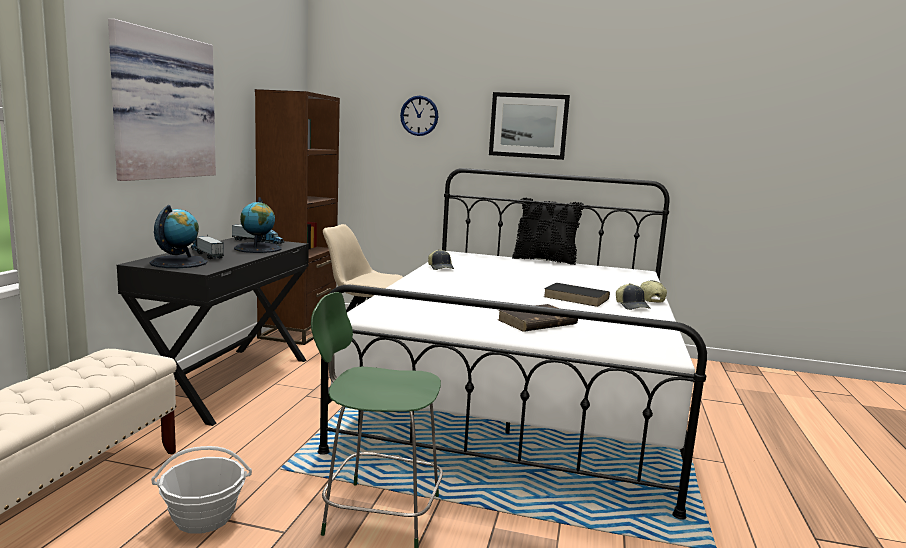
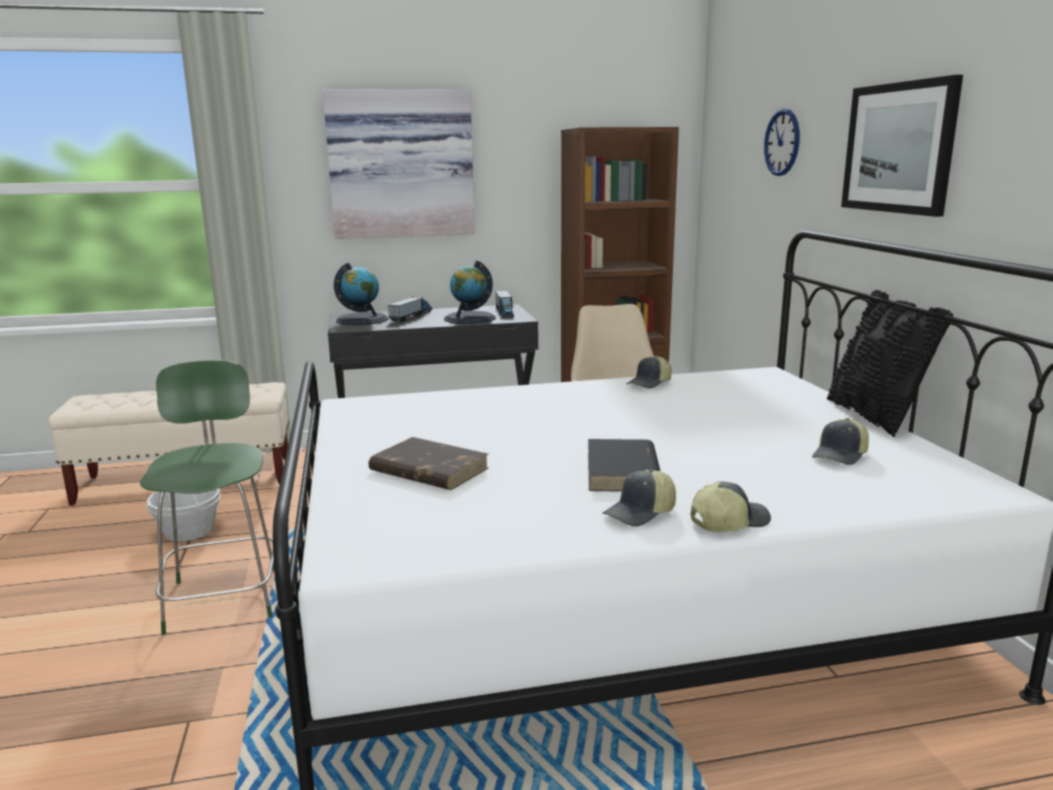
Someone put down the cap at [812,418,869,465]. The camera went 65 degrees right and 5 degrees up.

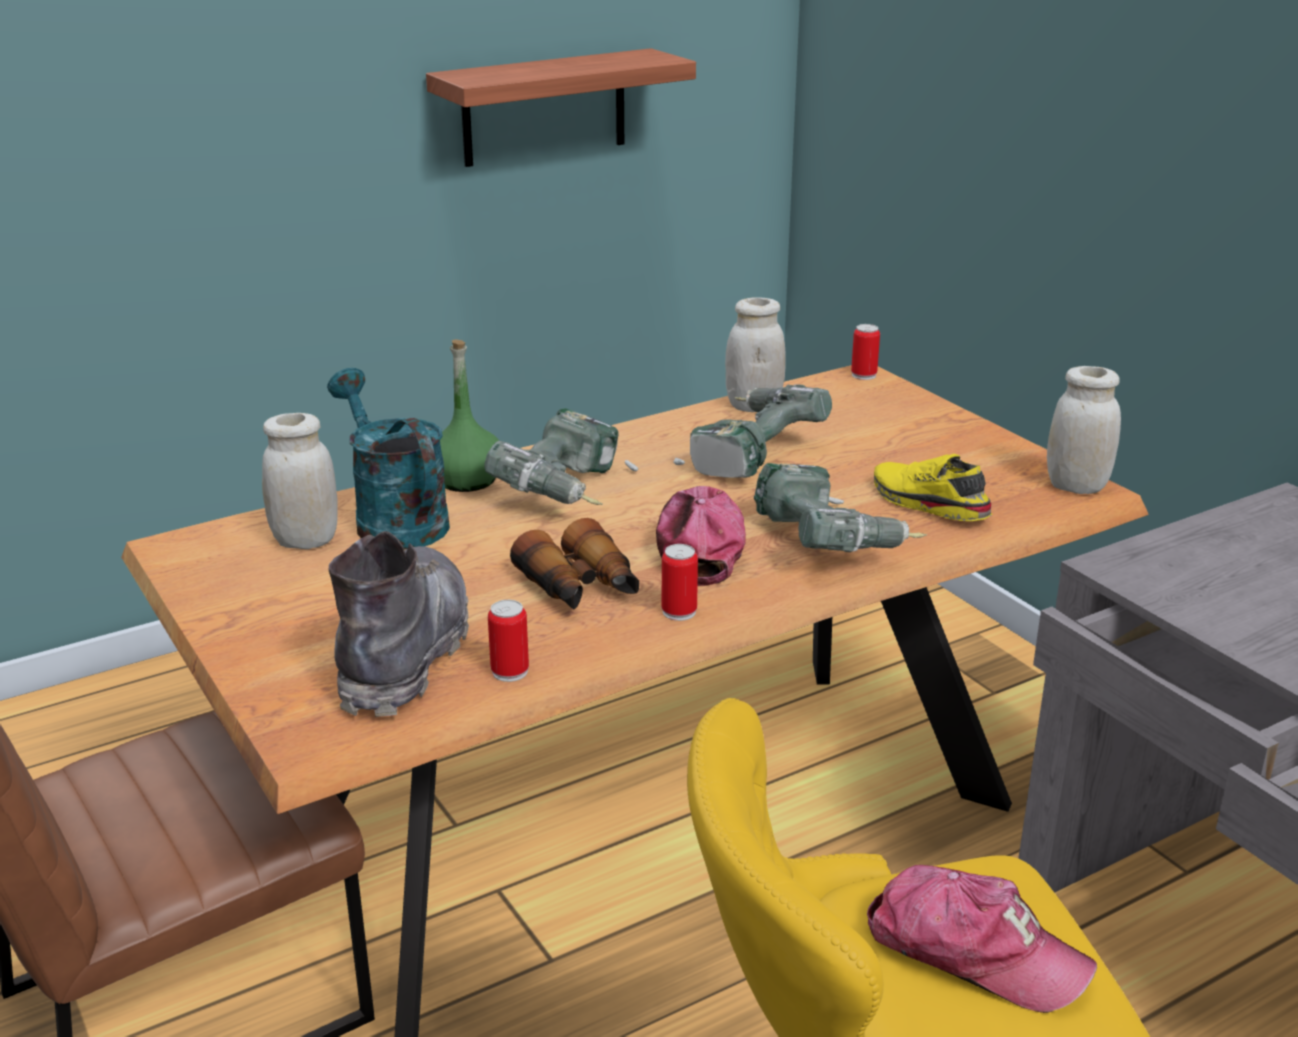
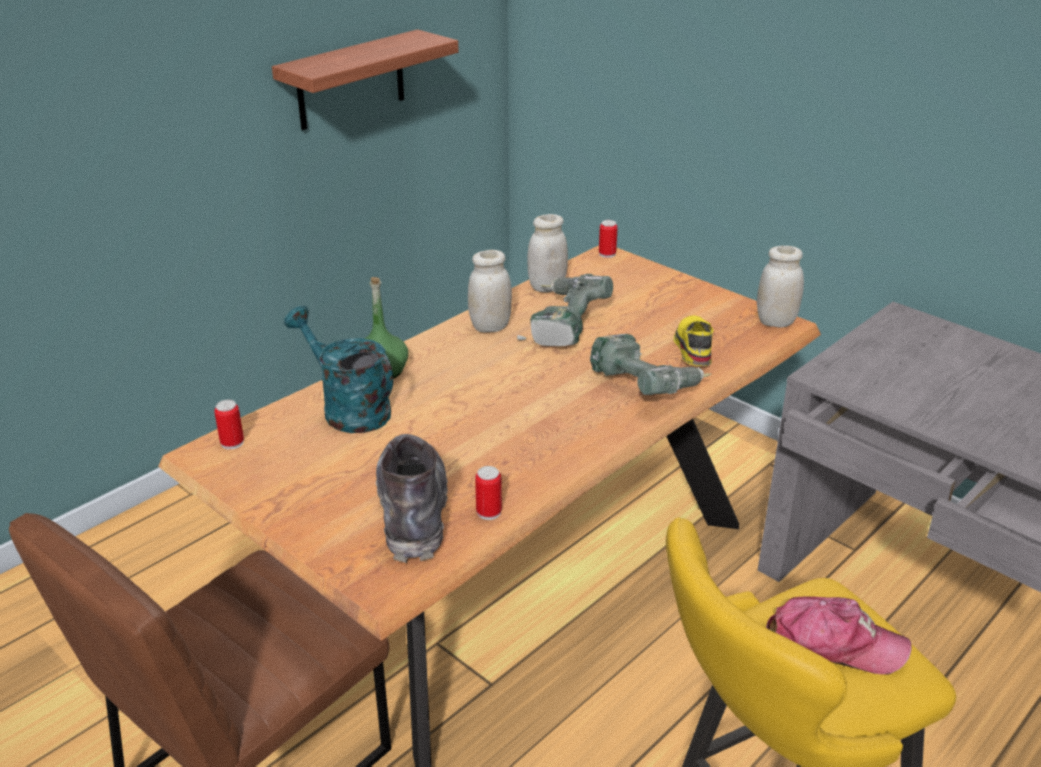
Someone took away the power drill at [484,408,638,505]. Someone carried the white jar from [262,413,338,549] to [468,250,512,332]. Someone rotated the yellow shoe at [874,454,992,521] by 60 degrees clockwise. Someone took away the cap at [656,486,746,586]. Someone took away the binoculars at [510,518,639,609]. Someone carried the can from [662,544,698,621] to [214,400,244,450]. The camera went 15 degrees left and 5 degrees up.

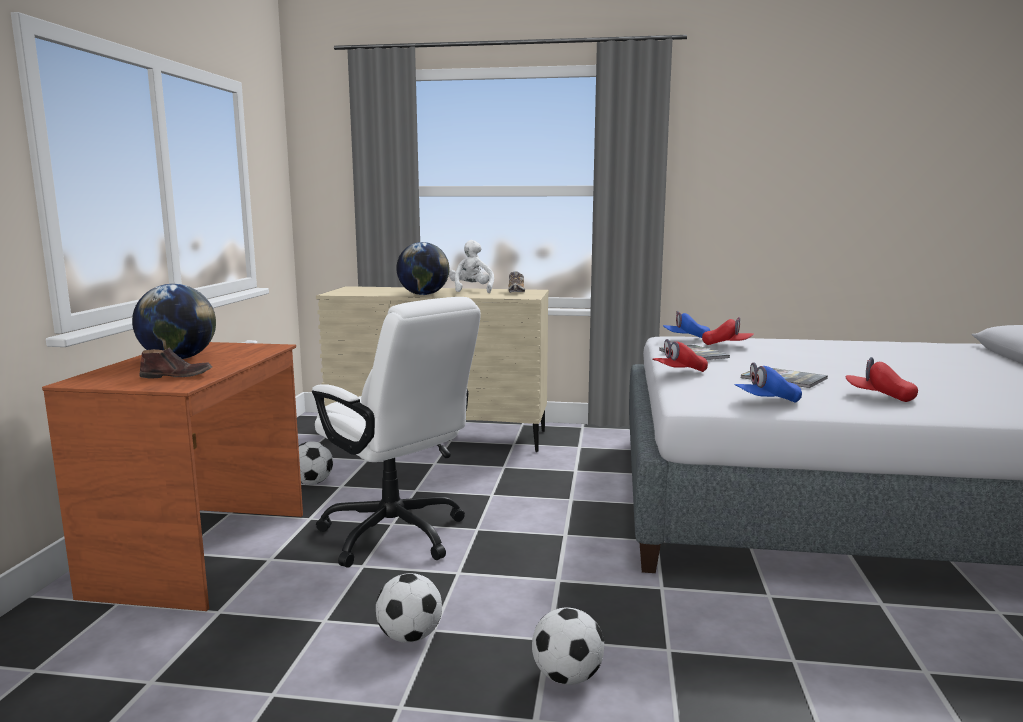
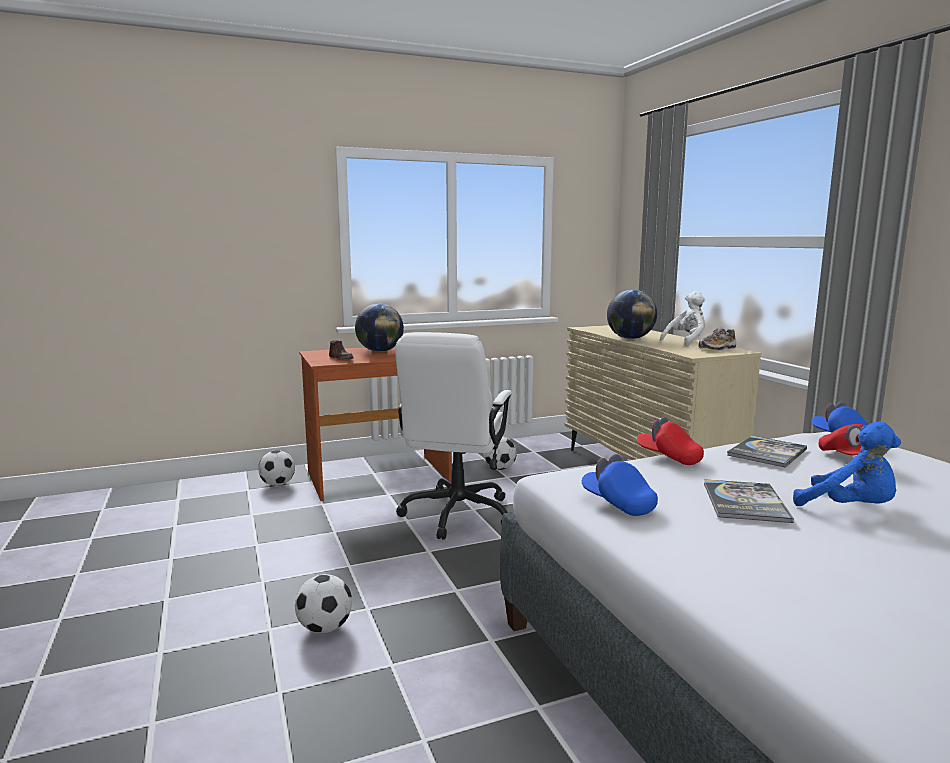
Someone took away the red cap at [846,357,918,402]. Someone carried the football from [376,573,442,643] to [258,450,295,486]. Someone put down the blue plush toy at [793,422,901,506]. The camera went 60 degrees right and 0 degrees up.

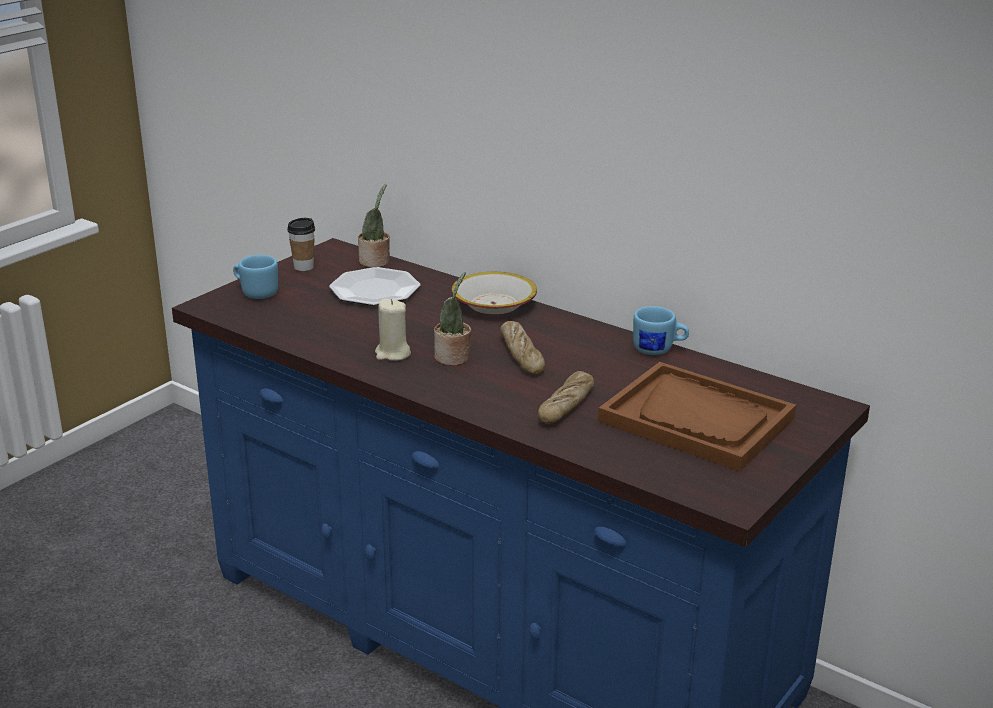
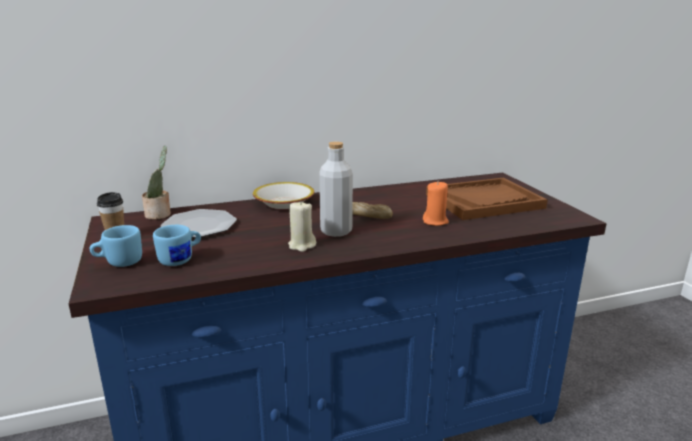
Someone swapped the potted plant at [434,272,471,365] for the grey bottle at [319,142,353,237]. Someone carried the blue mug from [633,306,689,355] to [153,225,201,266]. Someone swapped the bread at [538,371,594,424] for the orange candle at [423,181,449,226]. The camera went 55 degrees left and 5 degrees down.

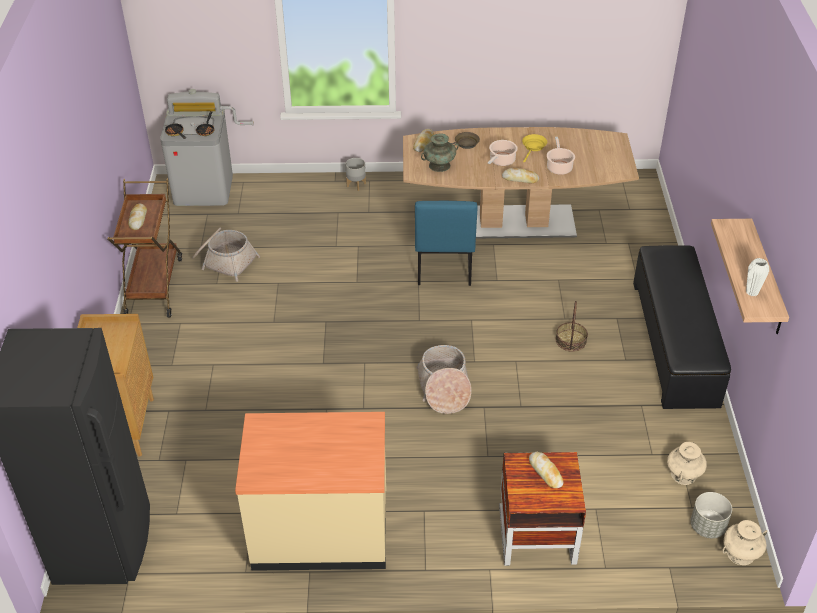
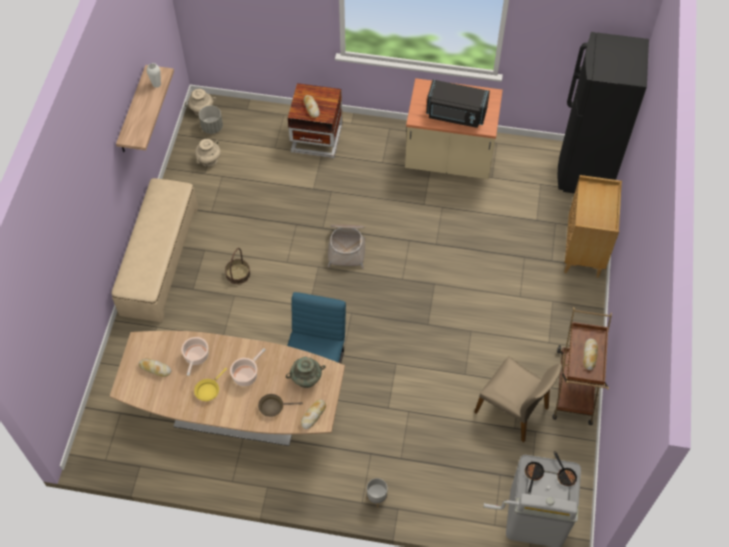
Someone carried the bread from [502,168,539,183] to [139,358,172,377]. Someone swapped the basket at [192,228,260,282] for the beige chair at [474,357,562,442]. Someone repainted the black bench at [633,245,731,409], which became the beige bench at [111,178,198,322]. Someone put down the black microwave at [426,80,490,128]. The camera went 170 degrees left and 15 degrees up.

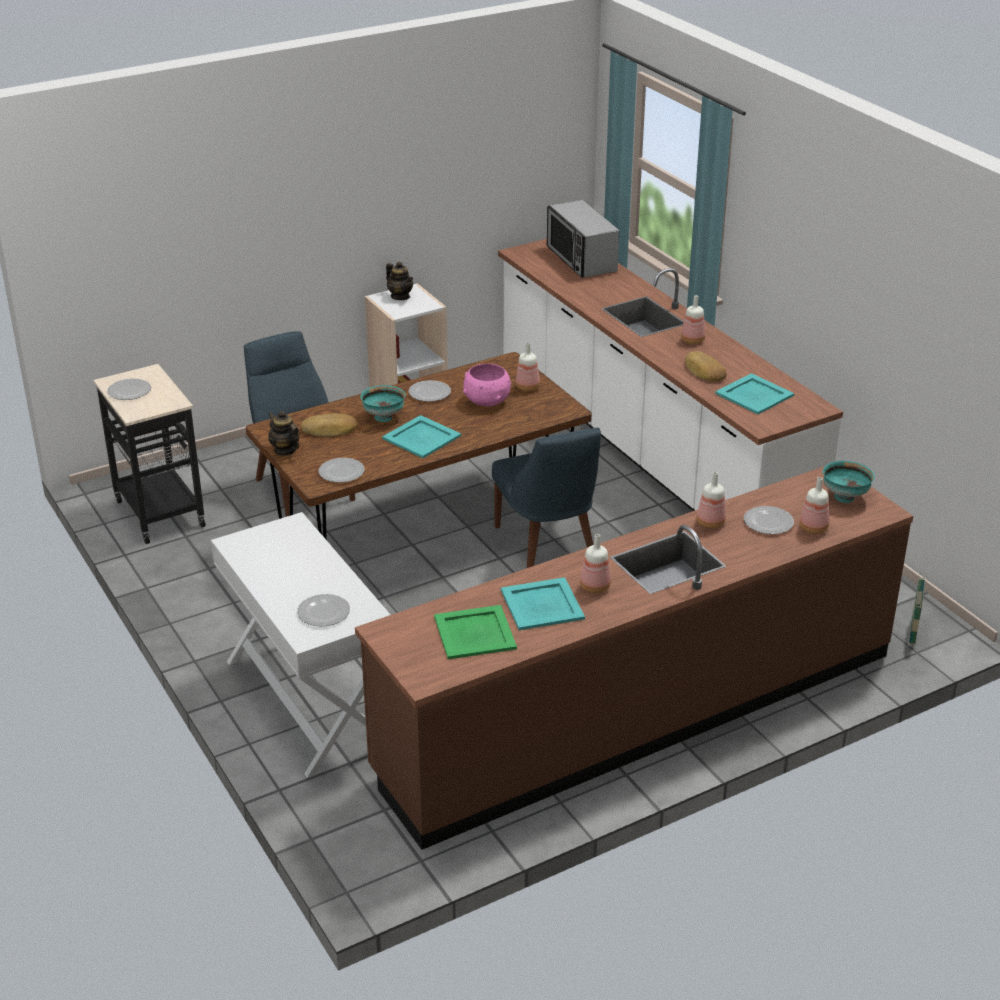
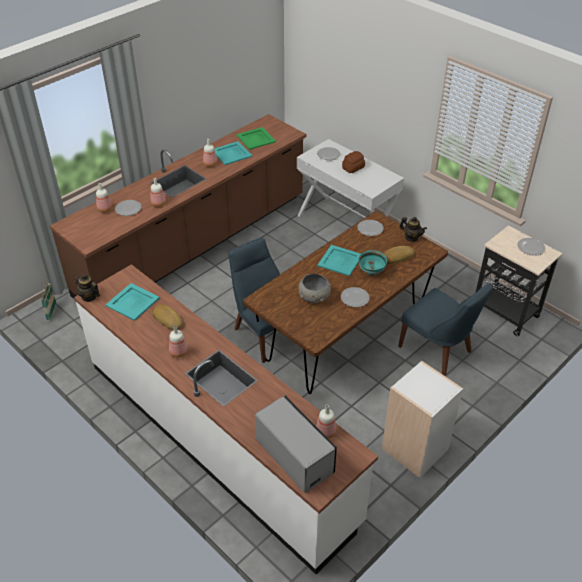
Someone carried the teapot from [386,262,413,300] to [74,274,100,302]. Someone carried the bottle from [516,342,540,391] to [316,405,336,439]. Someone repainted the pink bowl at [463,364,511,406], which became the grey bowl at [299,273,331,303]. Someone took away the turquoise bowl at [823,461,875,503]. Someone put down the bread at [342,151,365,173]. The camera went 165 degrees right and 10 degrees up.

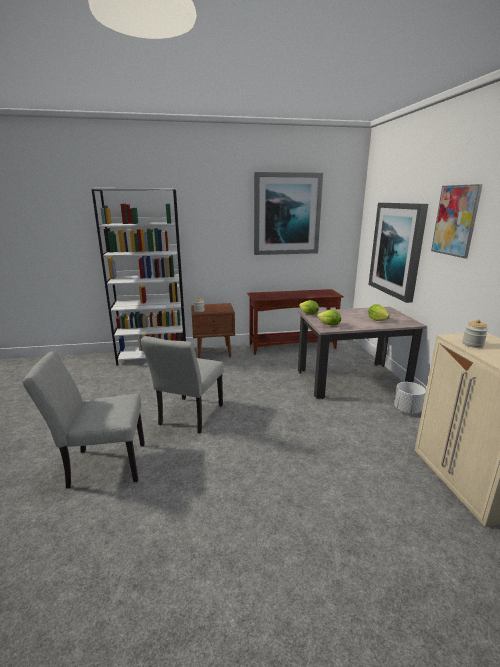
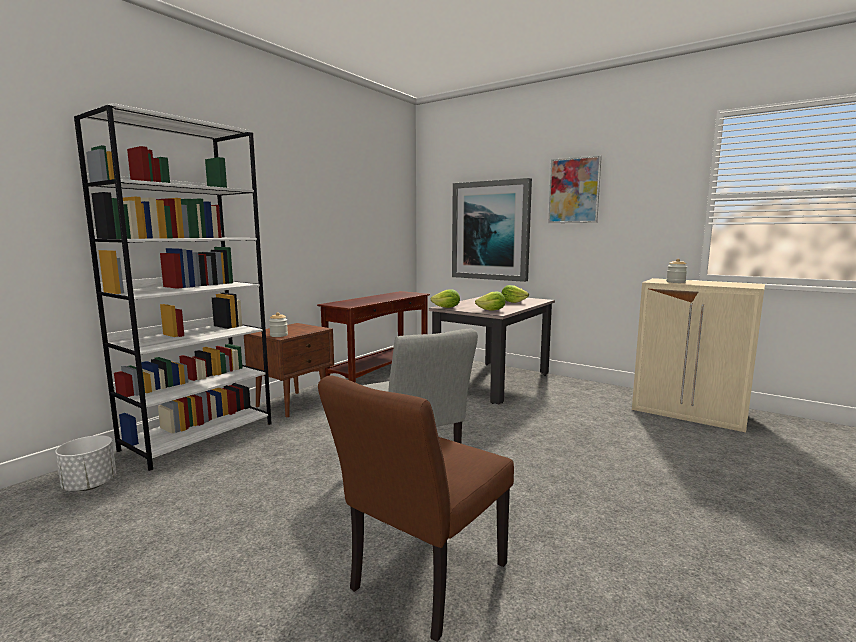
Someone took away the picture at [254,172,323,255]. Someone repainted the grey chair at [22,351,145,488], which became the brown chair at [318,375,514,642]. Someone carried the white planter from [394,382,426,414] to [55,435,116,491]. The camera went 45 degrees left and 10 degrees down.

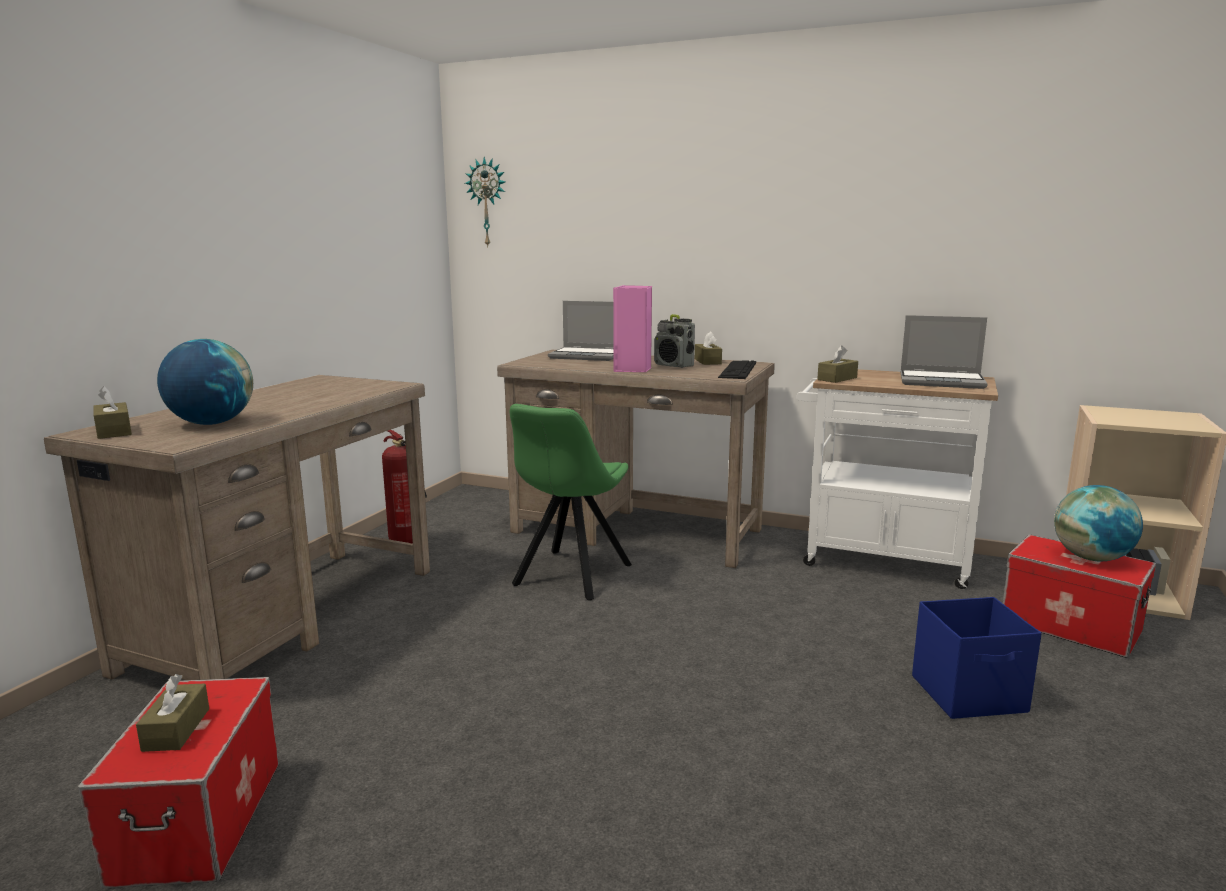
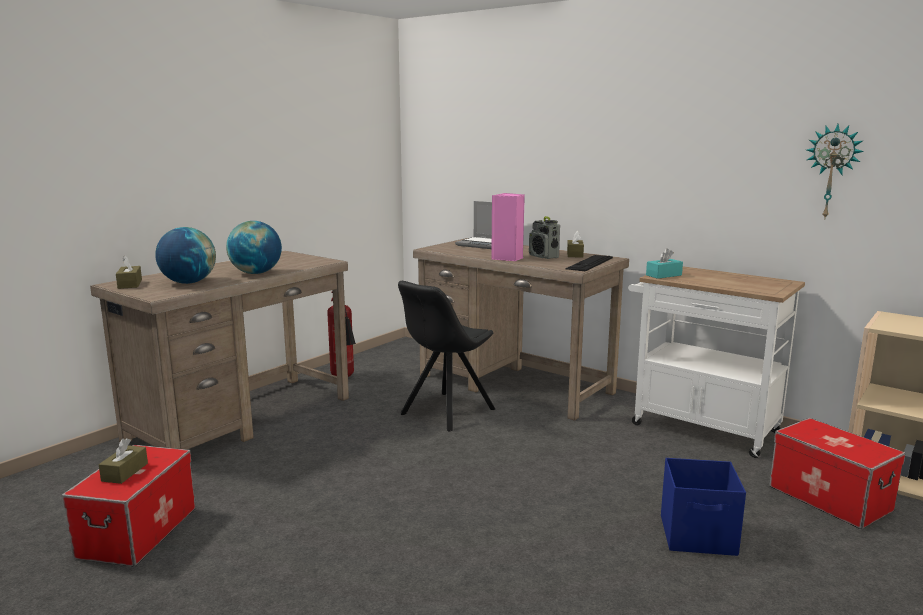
Someone carried the wall clock from [465,157,505,248] to [807,124,864,218]. Someone took away the laptop at [901,315,988,389]. Someone repainted the brown tissue box at [817,345,858,383], which became the turquoise tissue box at [646,248,683,279]. Someone repainted the green chair at [510,404,632,601], which became the black chair at [398,281,495,431]. Someone carried the globe from [1054,485,1143,561] to [226,221,282,274]. The camera went 15 degrees right and 0 degrees up.

